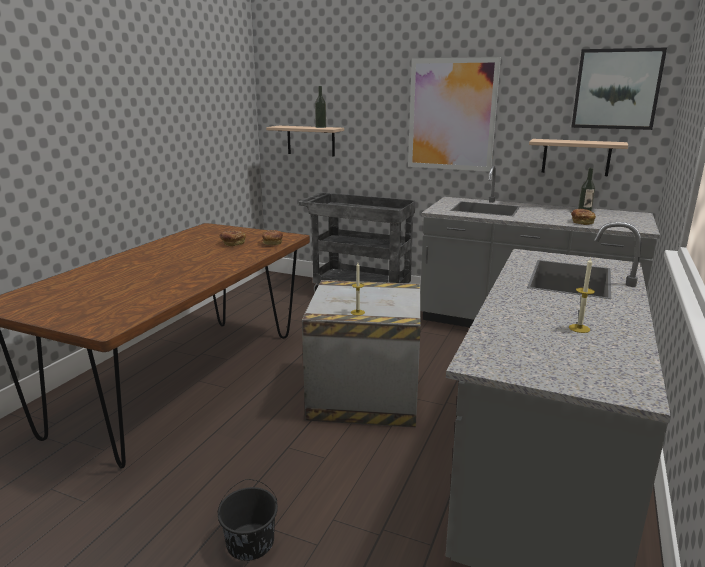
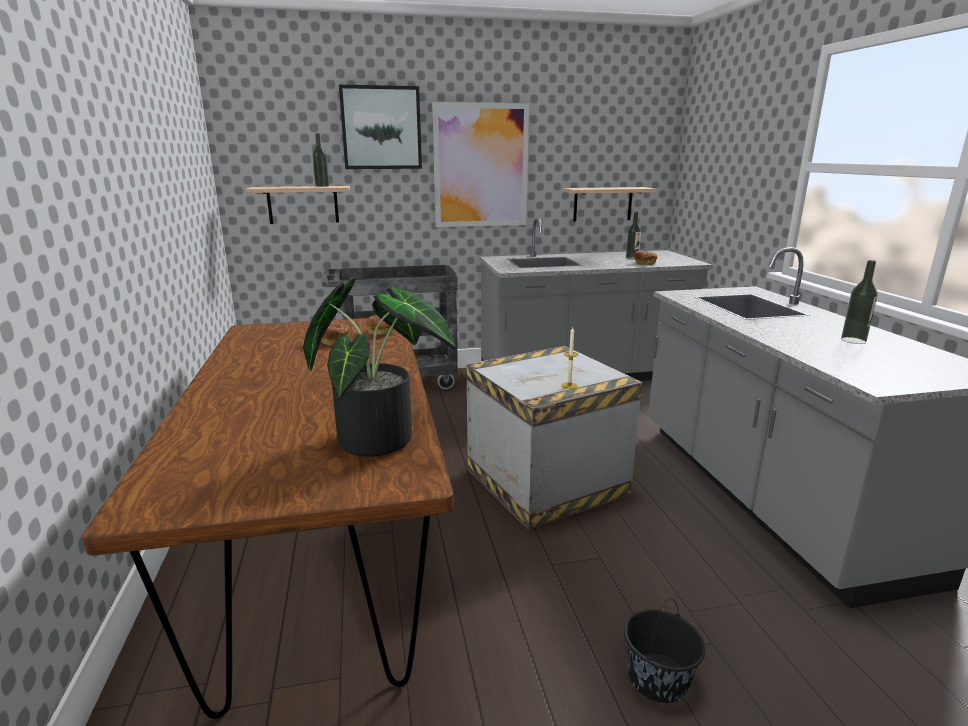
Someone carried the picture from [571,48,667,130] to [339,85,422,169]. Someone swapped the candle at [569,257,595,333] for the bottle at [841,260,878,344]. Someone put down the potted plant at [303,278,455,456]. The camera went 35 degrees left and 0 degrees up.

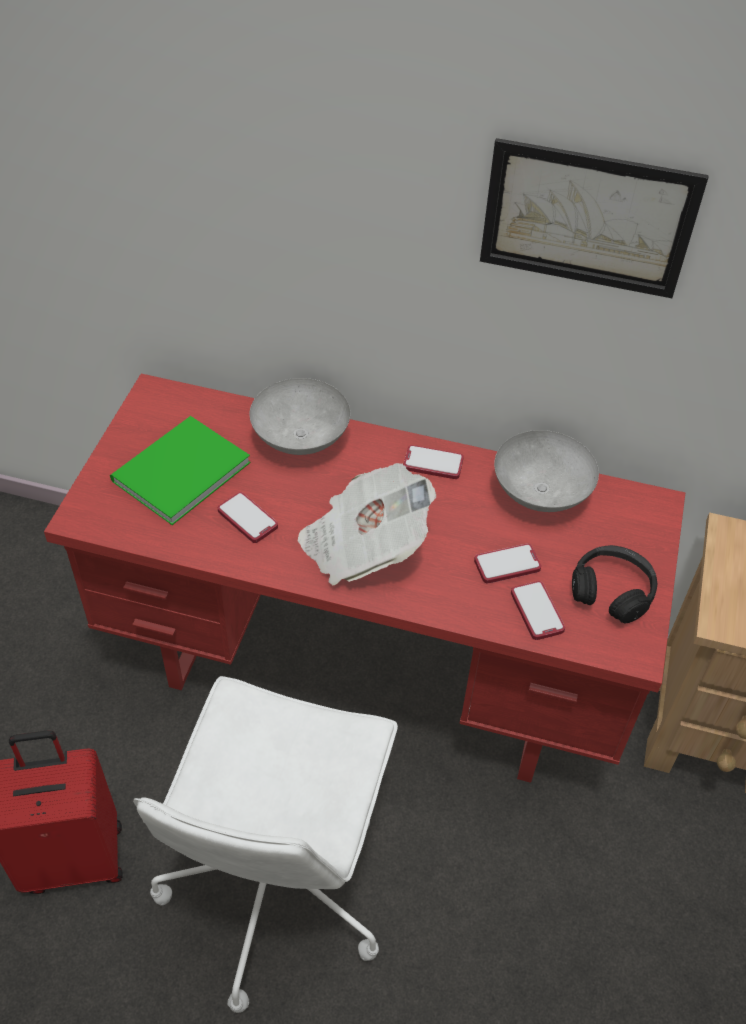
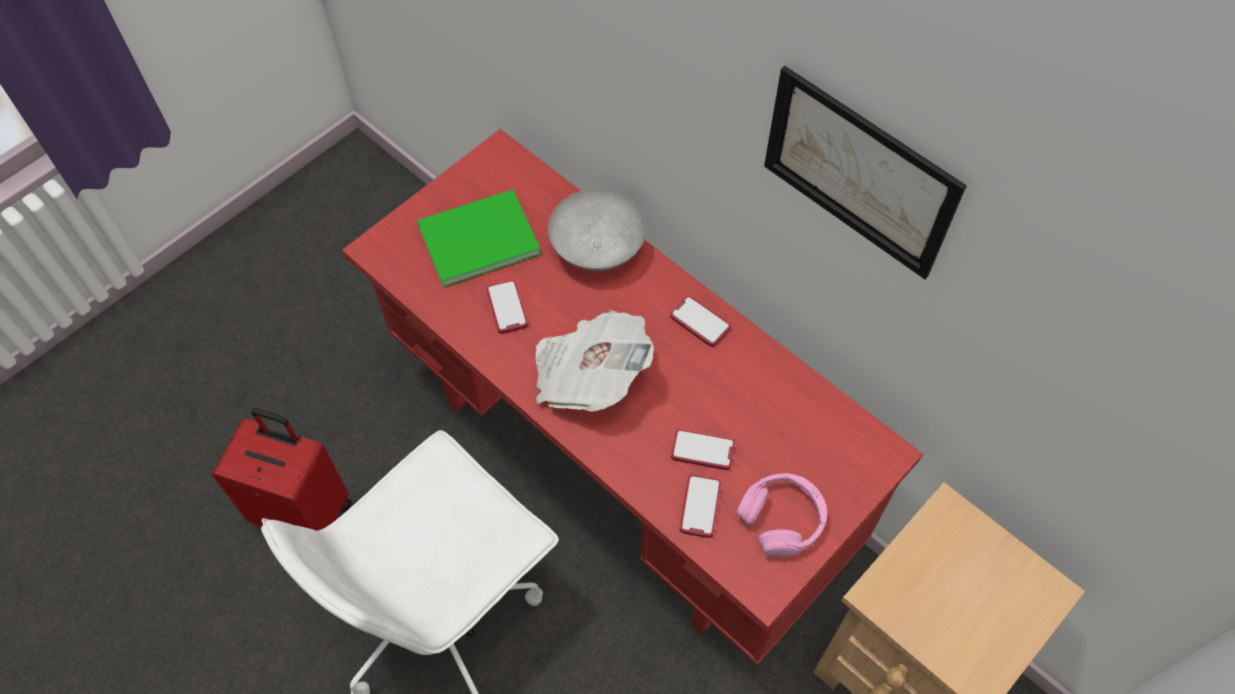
Someone took away the grey bowl at [494,430,599,512]. Someone repainted the black headphones at [572,545,658,623], which became the pink headphones at [736,473,827,557]. The camera went 30 degrees right and 10 degrees up.

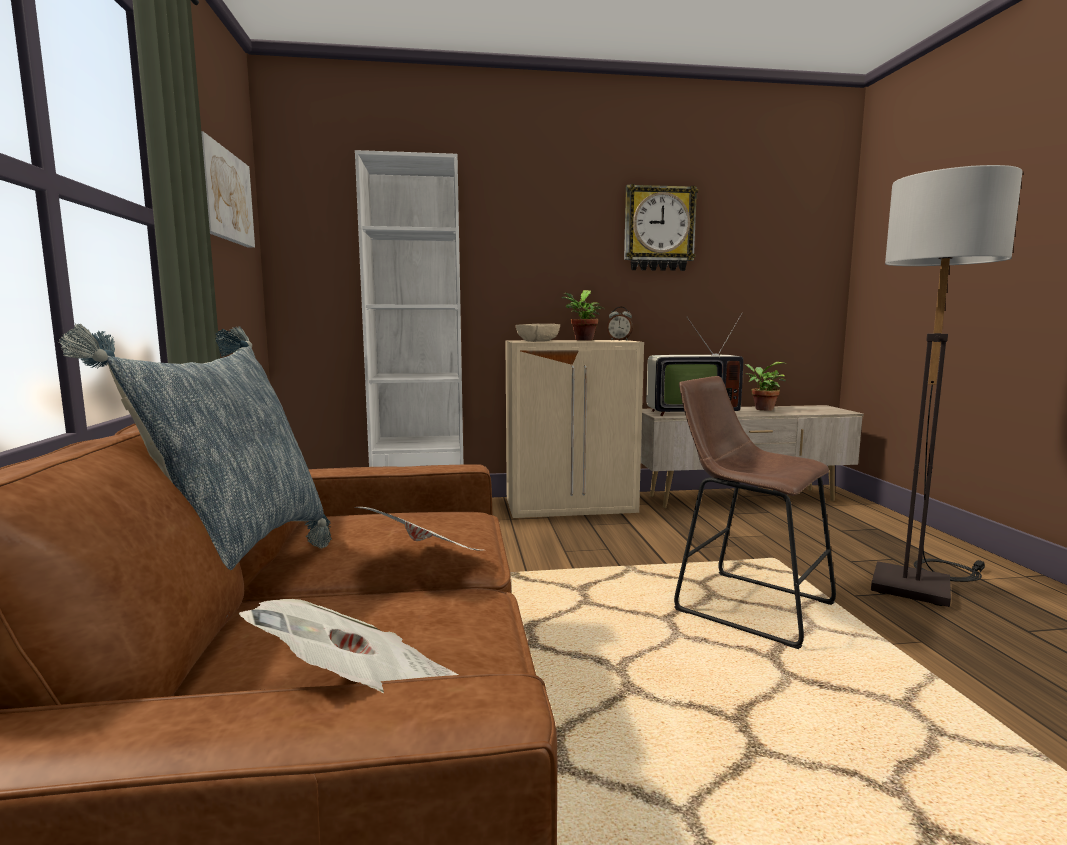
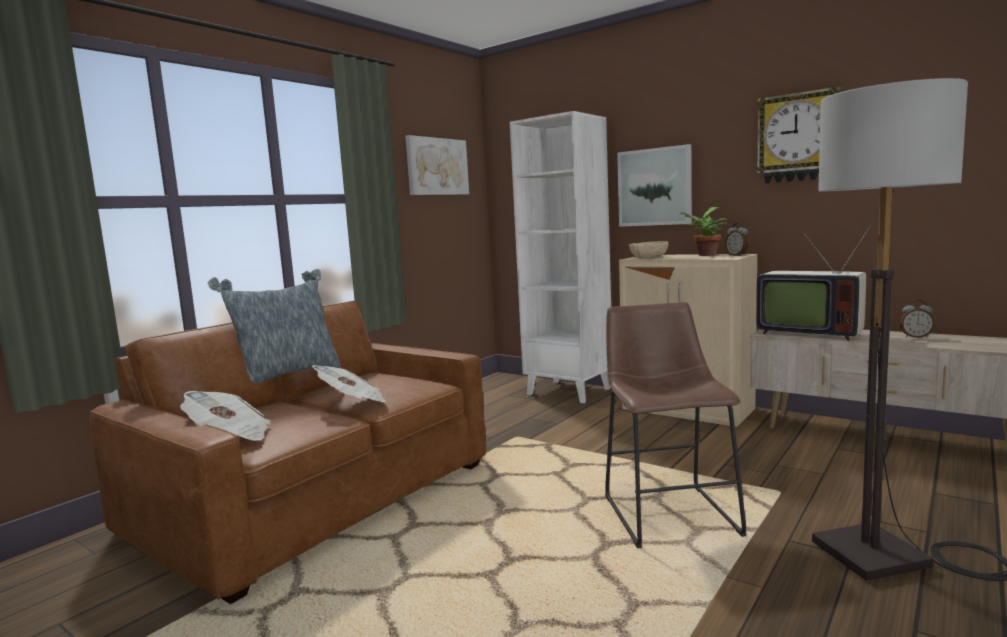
Someone swapped the potted plant at [745,362,786,411] for the alarm clock at [899,300,935,338]. Someone put up the picture at [617,144,692,227]. The camera went 45 degrees right and 0 degrees up.

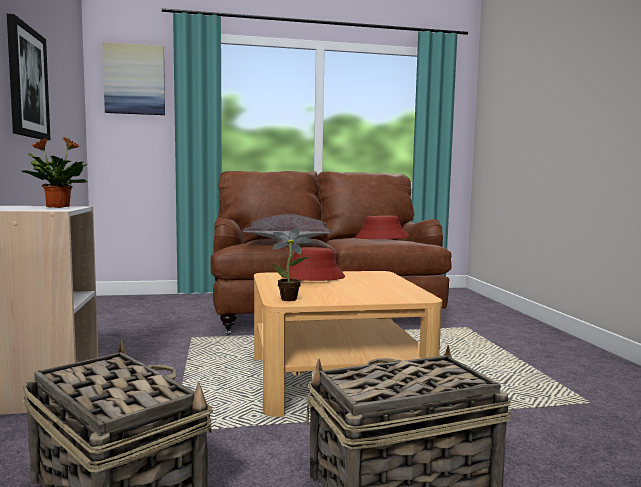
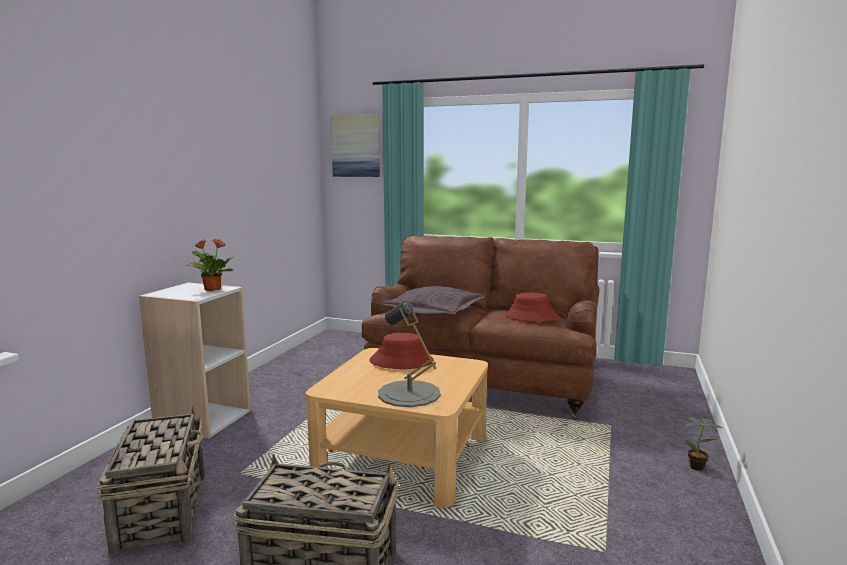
Someone took away the picture at [7,14,51,140]. Someone carried the potted plant from [273,228,313,301] to [685,417,722,471]. Someone put down the grey table lamp at [378,301,441,407]. The camera went 30 degrees right and 5 degrees up.

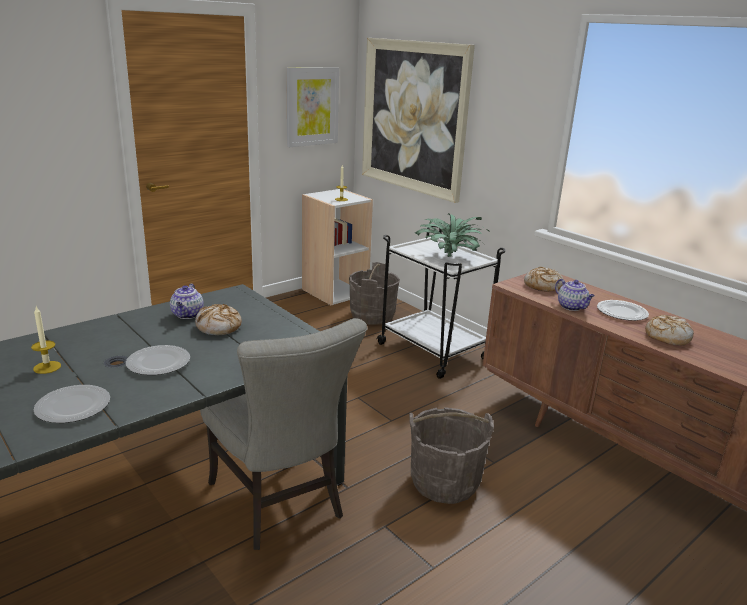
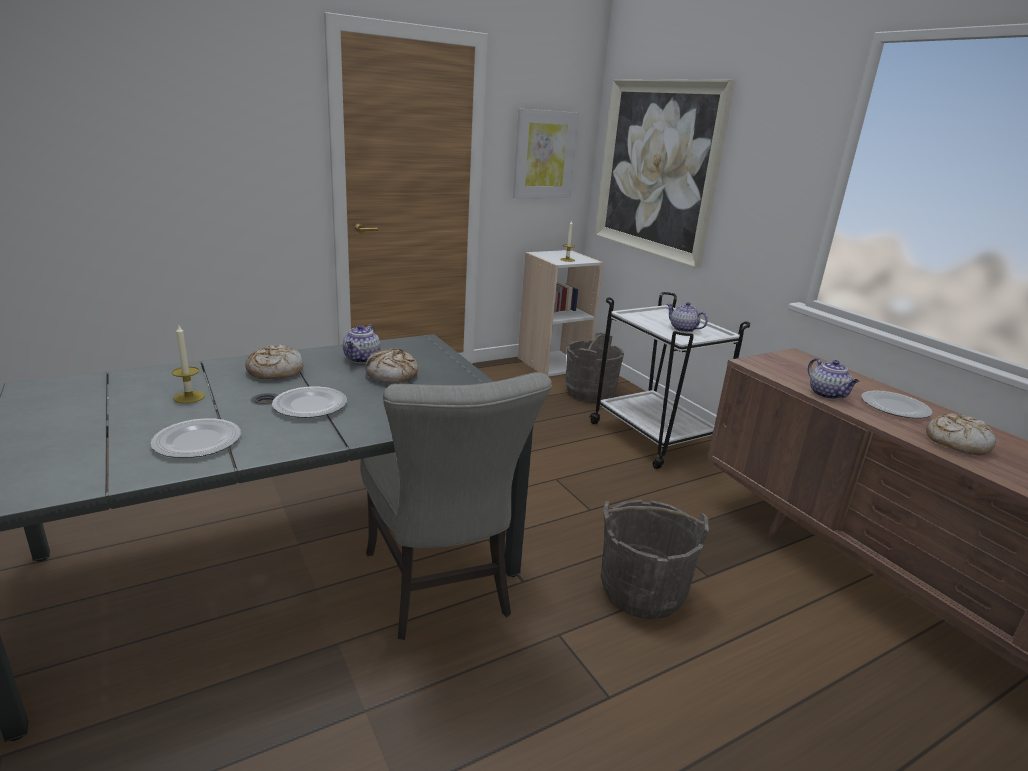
Someone swapped the potted plant at [415,213,491,257] for the teapot at [667,302,708,332]. Someone carried the bread from [524,267,563,292] to [245,344,303,379]. The camera went 10 degrees right and 0 degrees up.

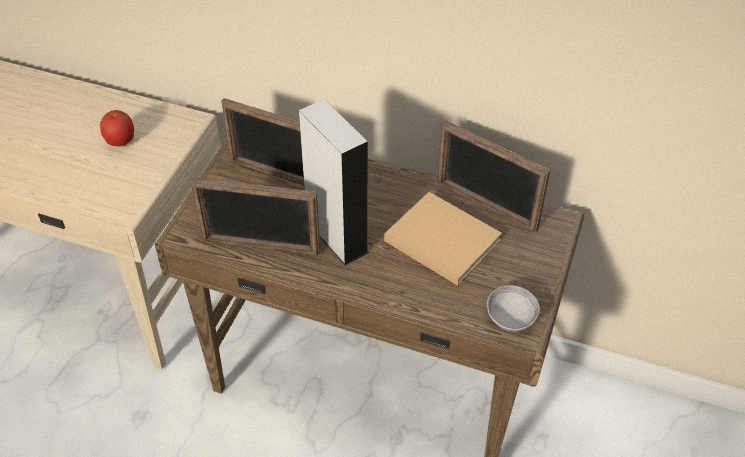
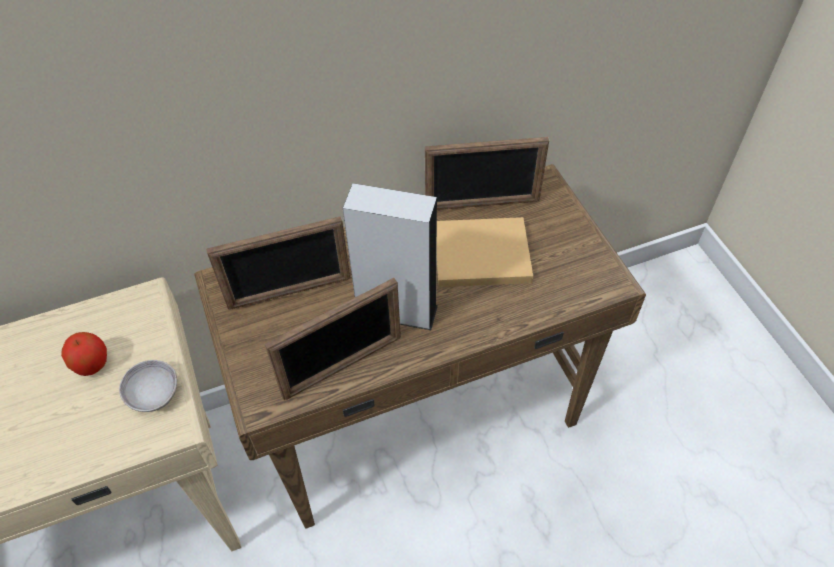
Someone carried the grey bowl from [487,285,540,332] to [119,360,177,412]. The camera went 40 degrees left and 5 degrees up.

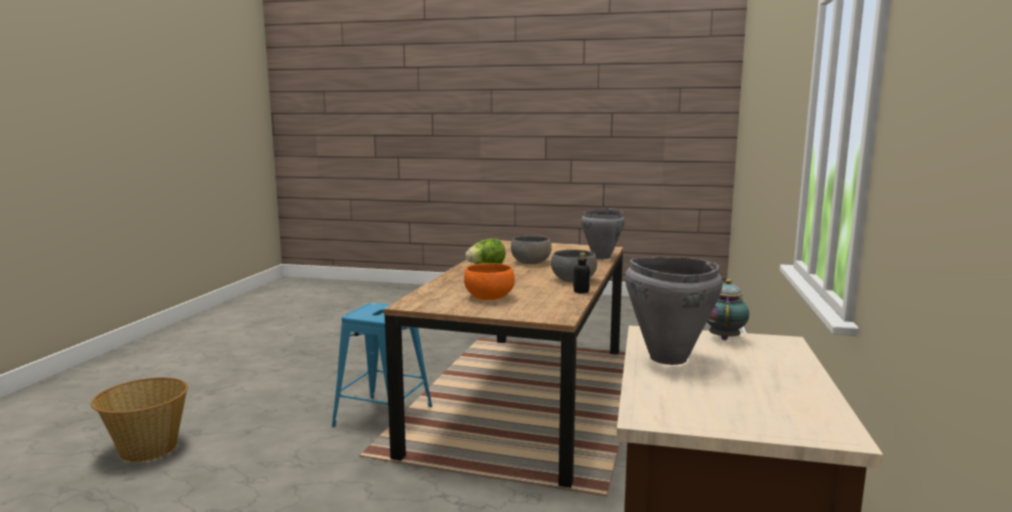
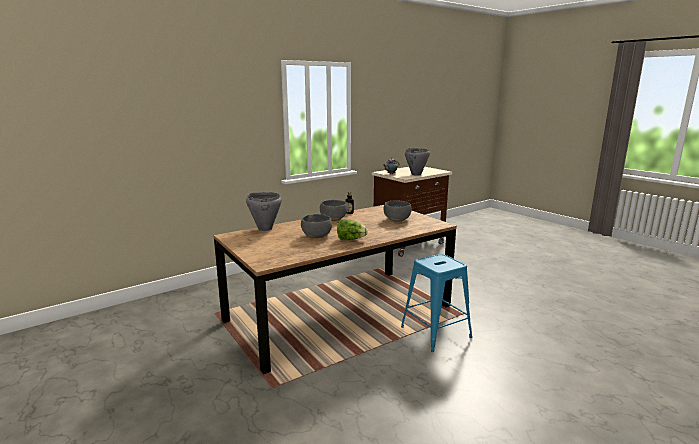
Someone repainted the orange bowl at [464,263,515,300], which became the grey bowl at [384,201,411,222]. Someone took away the basket at [91,377,188,462]. The camera went 140 degrees left and 5 degrees up.

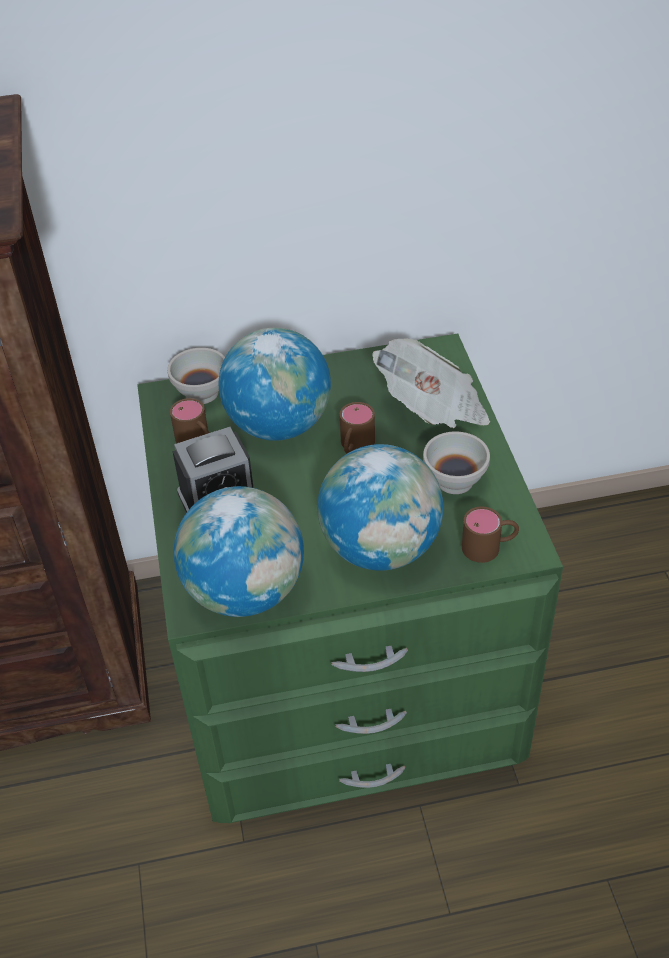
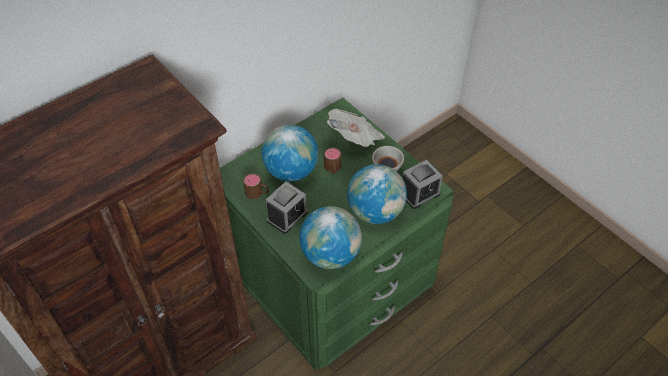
Someone took away the white bowl at [167,348,225,404]. Someone swapped the brown mug at [462,507,519,563] for the alarm clock at [403,160,443,209]. The camera went 30 degrees left and 5 degrees up.

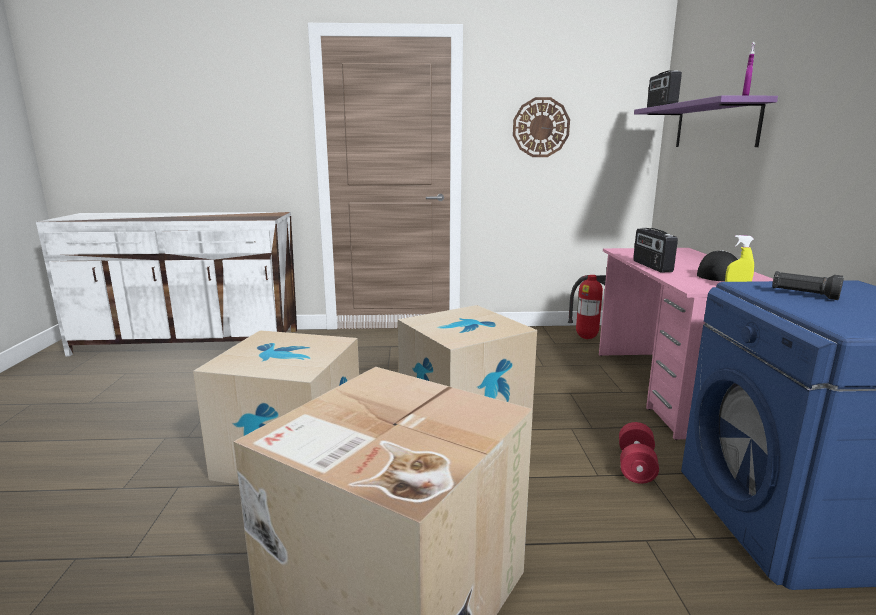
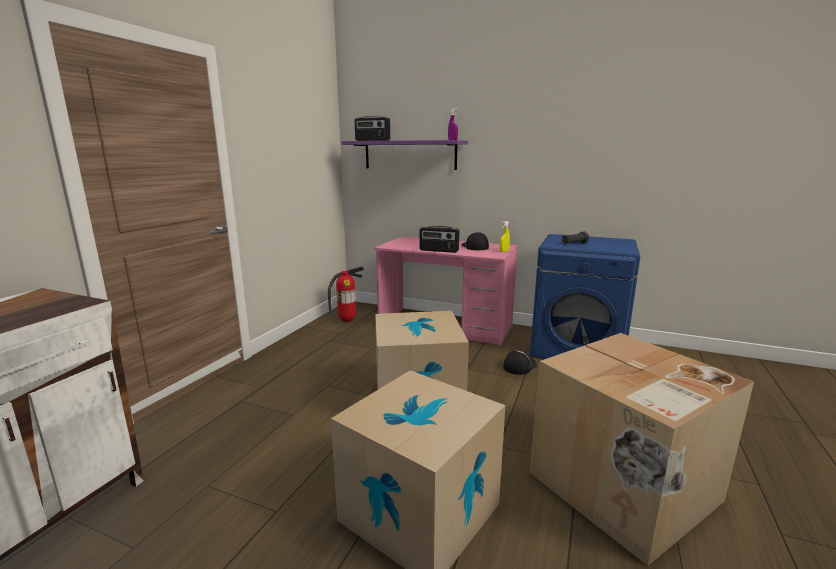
Someone took away the wall clock at [513,97,570,157]. Someone swapped the red dumbbell at [619,422,659,484] for the cap at [504,351,537,375]. The camera went 65 degrees left and 0 degrees up.

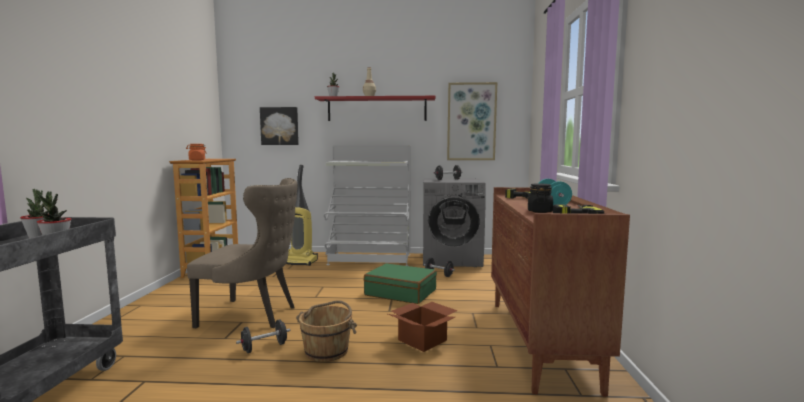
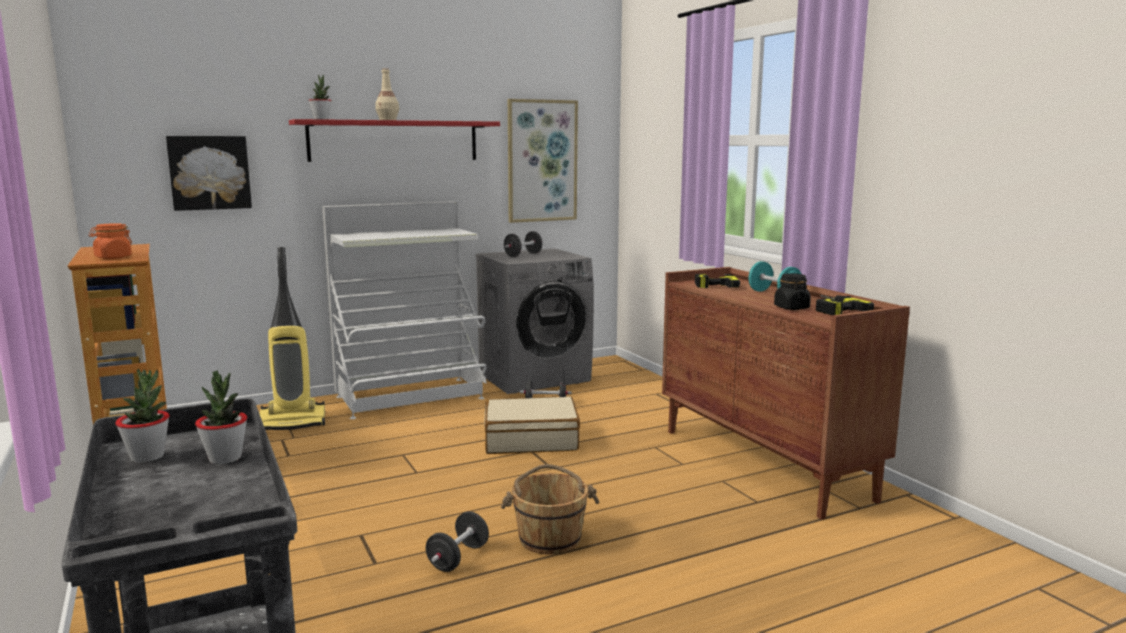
Someone took away the beige chair at [187,178,298,328]. Someone repainted the green suitcase at [364,263,437,304], which became the beige suitcase at [484,397,580,454]. Someone took away the cardboard box at [388,302,458,352]. The camera went 30 degrees left and 5 degrees up.

